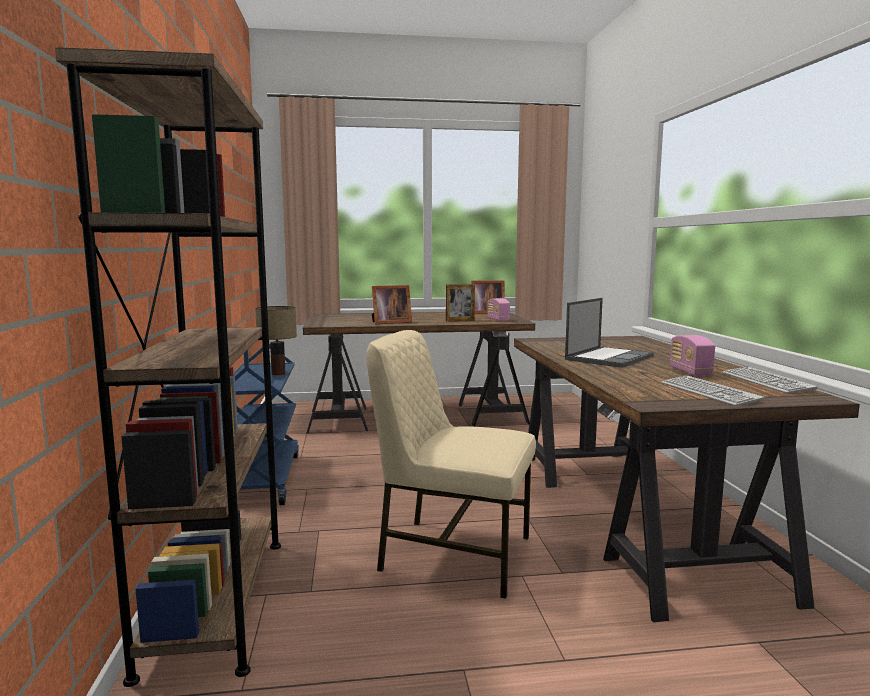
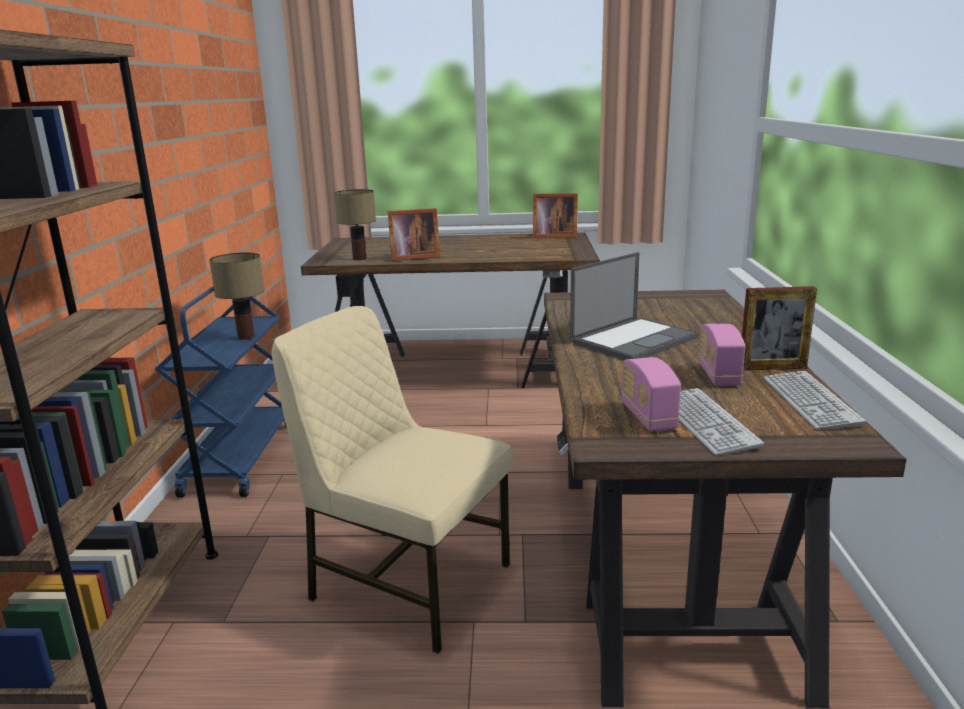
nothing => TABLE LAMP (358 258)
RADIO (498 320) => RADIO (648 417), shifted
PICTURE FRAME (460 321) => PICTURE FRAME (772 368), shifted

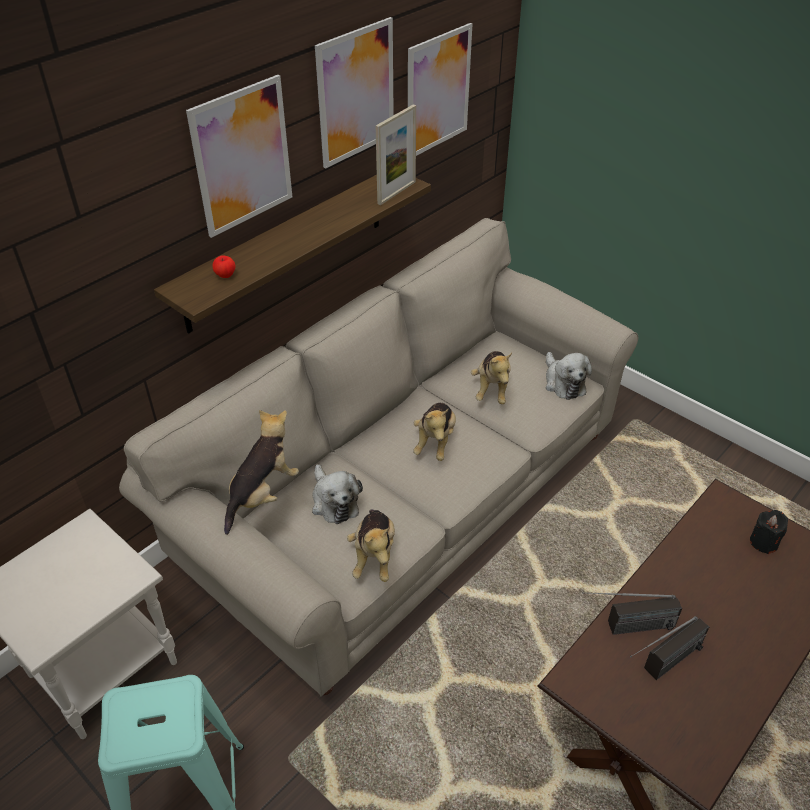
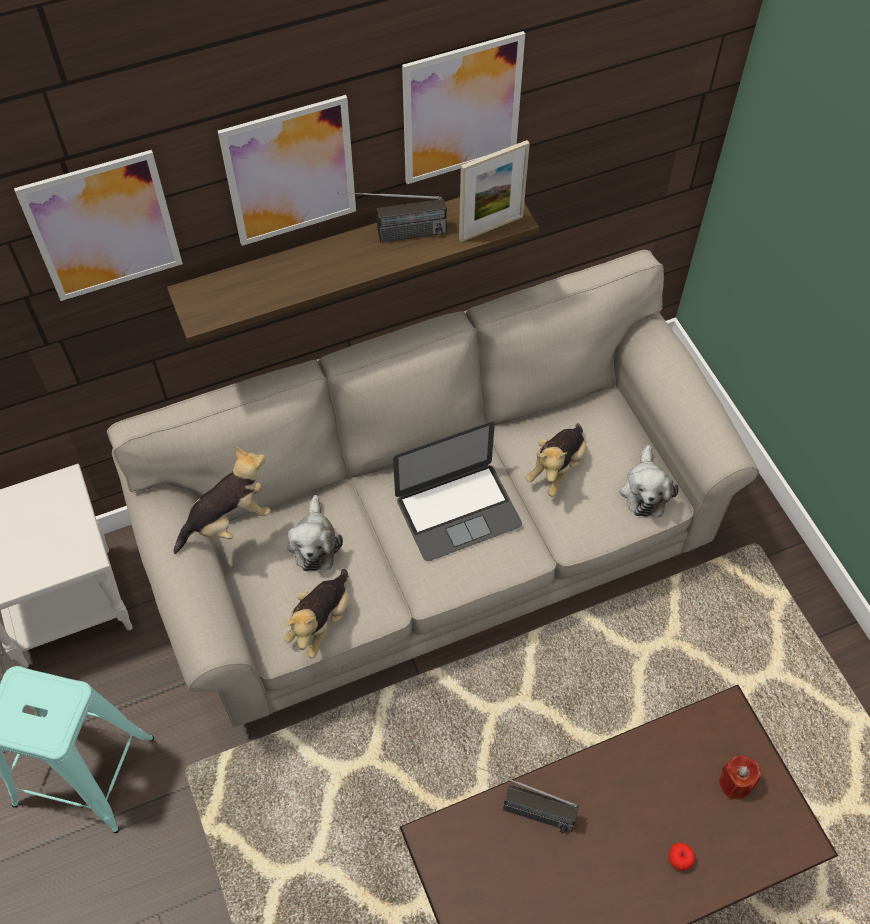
PICTURE (438 91) => PICTURE (103 227), shifted
RADIO (662 667) => RADIO (394 235), shifted
PLUSH TOY (435 442) => LAPTOP (458 511)
APPLE (225 275) => APPLE (679 859), shifted
BLACK CANDLE (763 542) => RED CANDLE (735 783)

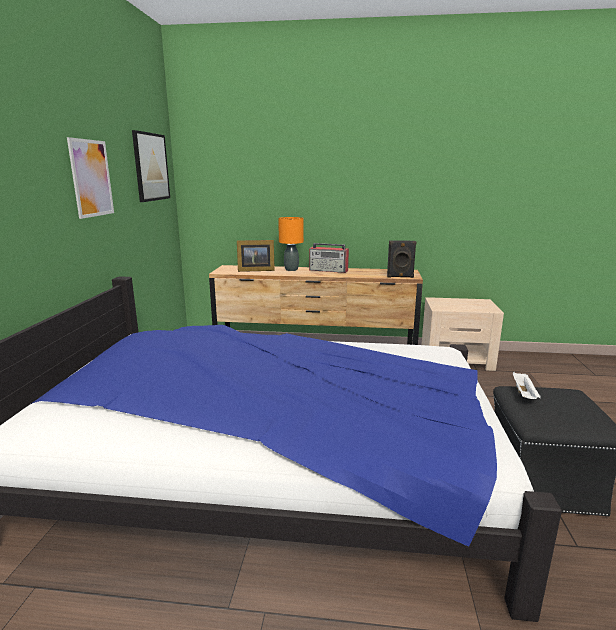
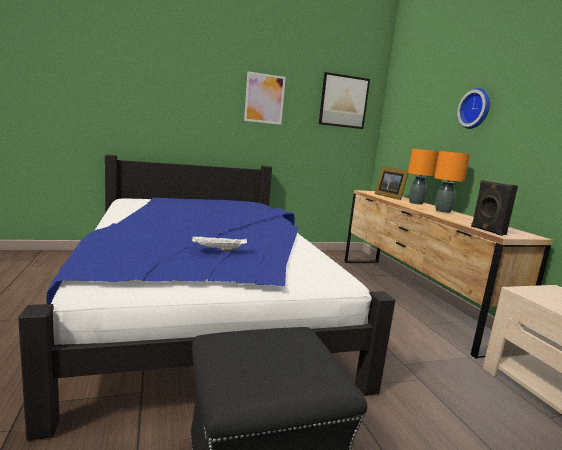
WHITE TRAY (524 394) => WHITE TRAY (218 250), shifted
RADIO (329 270) => ORANGE TABLE LAMP (443 211)
nothing => WALL CLOCK (476 109)

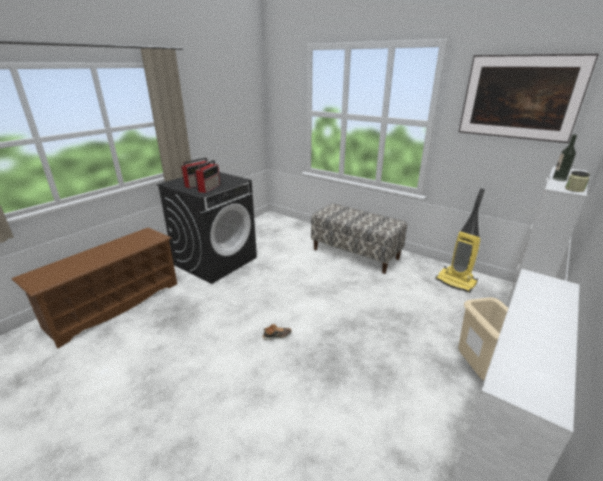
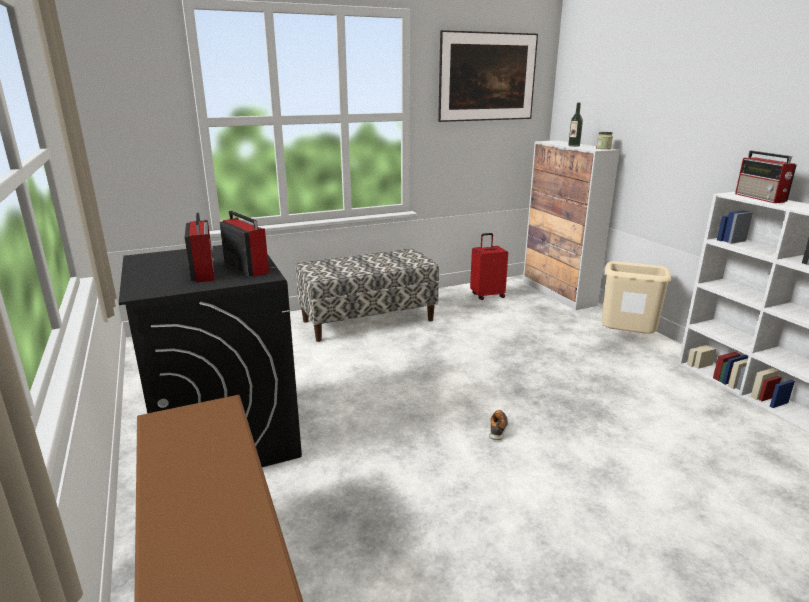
VACUUM CLEANER (456 282) => RED SUITCASE (487 295)
nothing => RADIO (761 198)

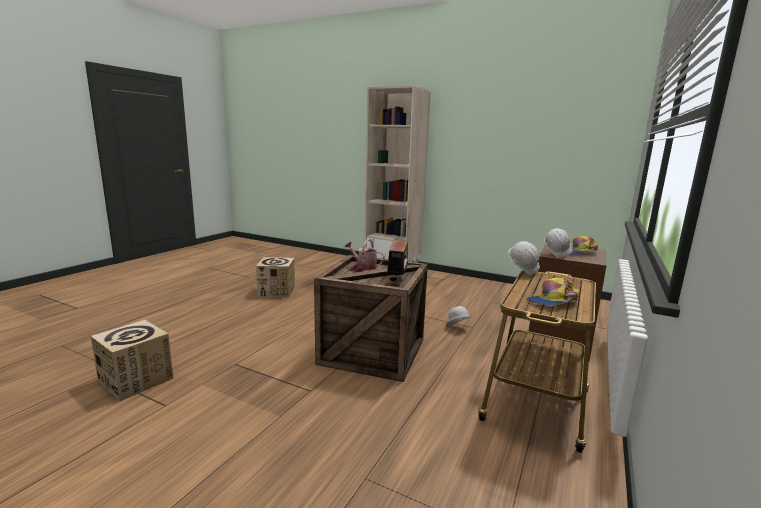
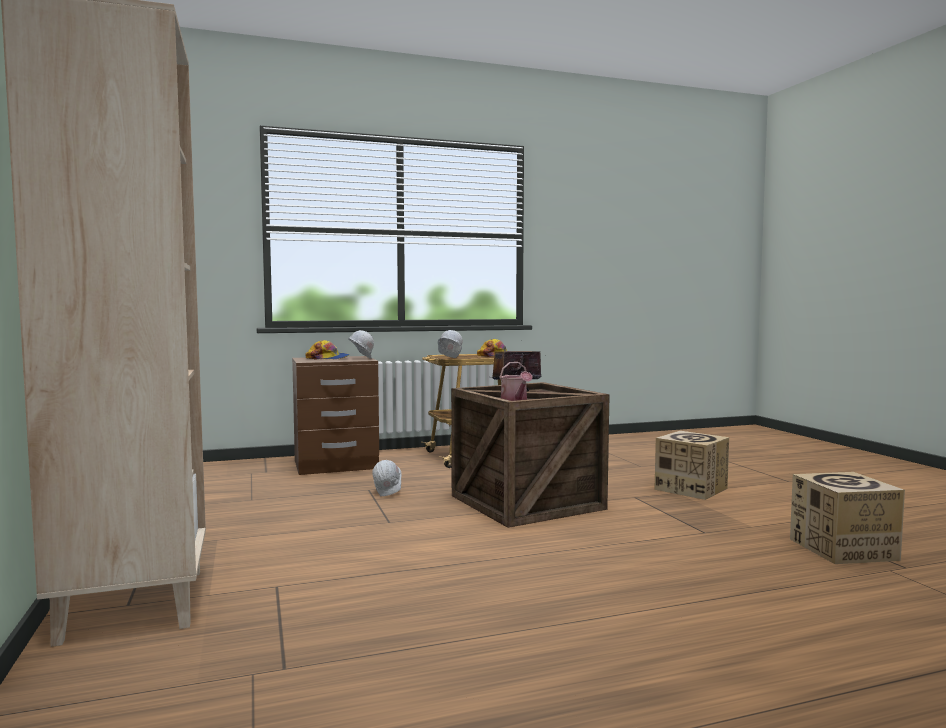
CARDBOARD BOX (276 291) => CARDBOARD BOX (691 489), shifted

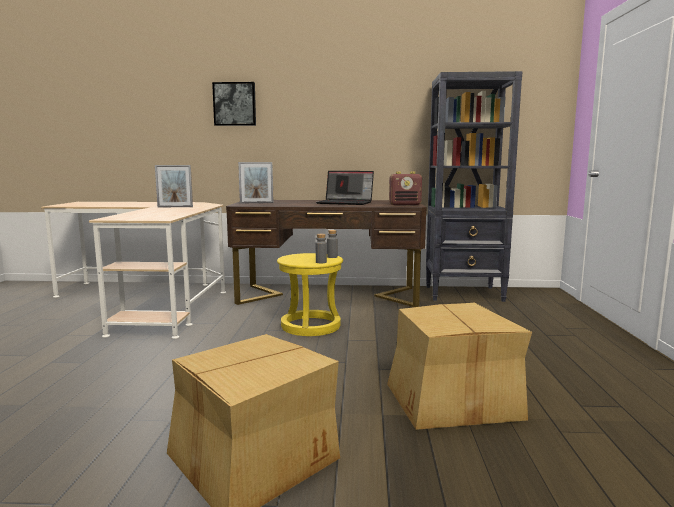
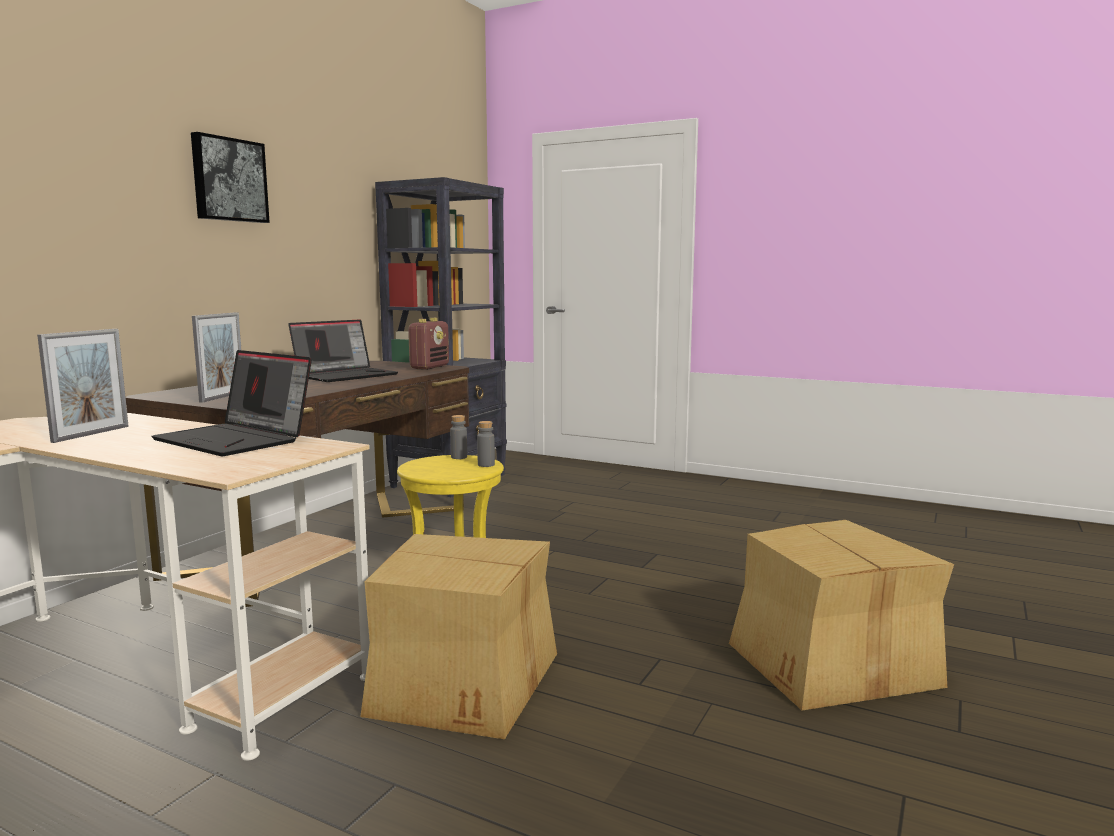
nothing => LAPTOP (237 440)
PICTURE (235 104) => PICTURE (228 180), shifted
CARDBOARD BOX (451 400) => CARDBOARD BOX (463 683), shifted

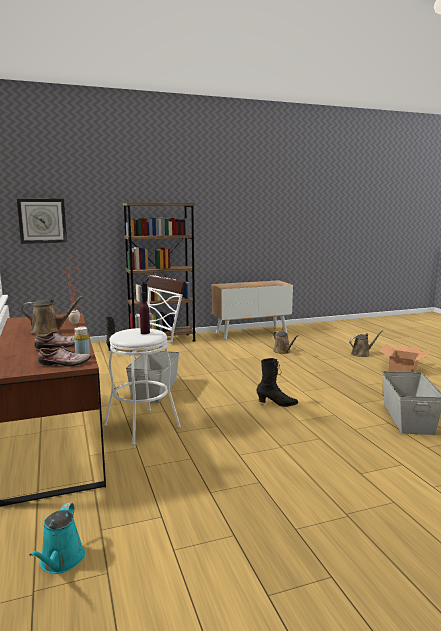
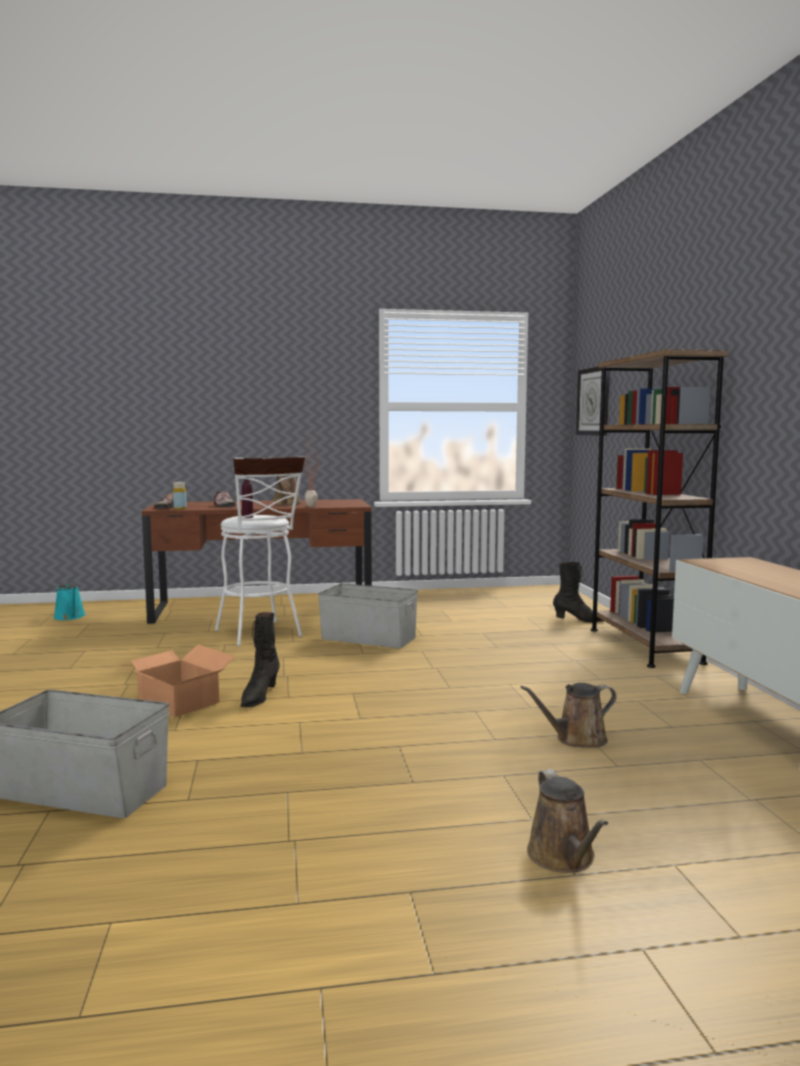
TURQUOISE WATERING CAN (60 561) => TURQUOISE WATERING CAN (70 617), 135 degrees counterclockwise
CARDBOARD BOX (403 369) => CARDBOARD BOX (178 702), shifted

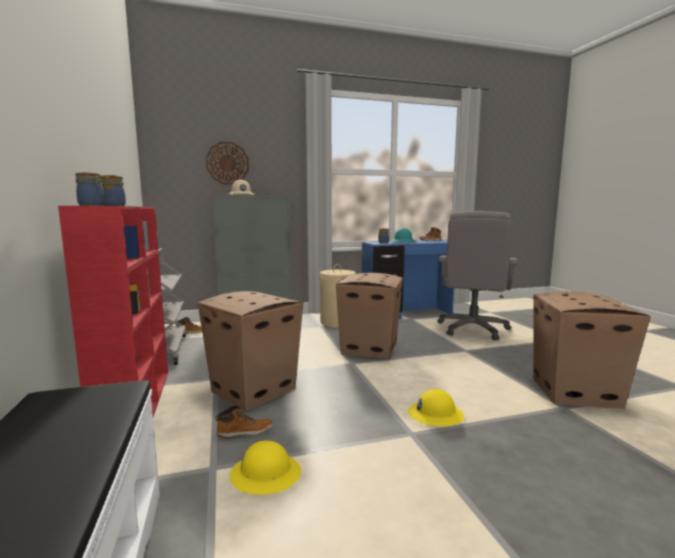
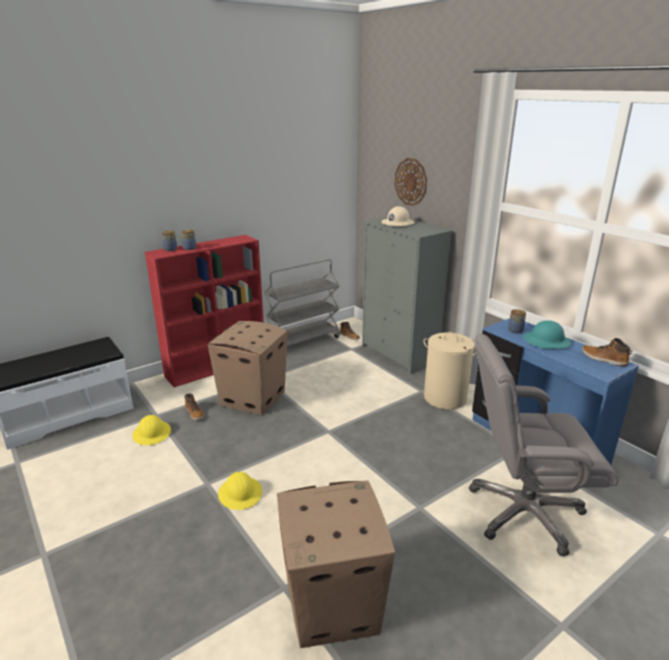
CARDBOARD BOX (369 349) => nothing

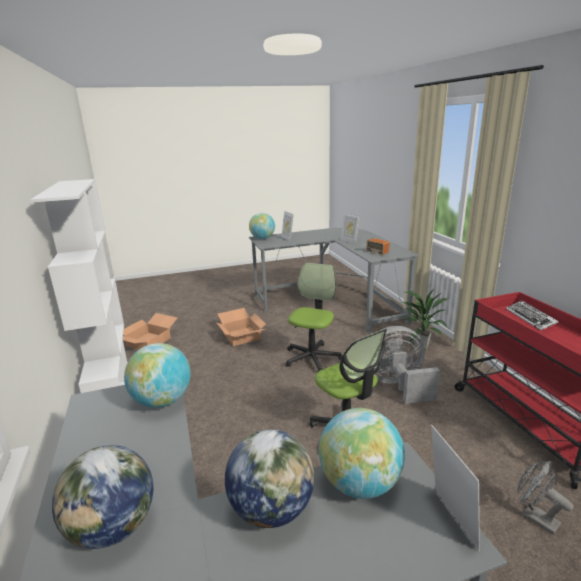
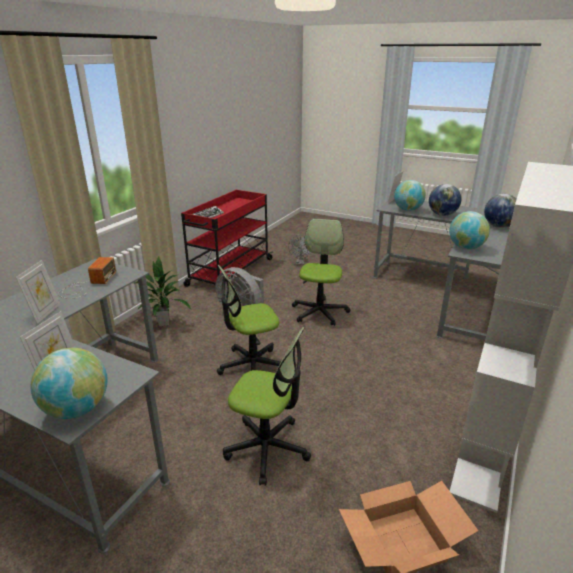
CARDBOARD BOX (241 336) => OFFICE CHAIR (267 448)

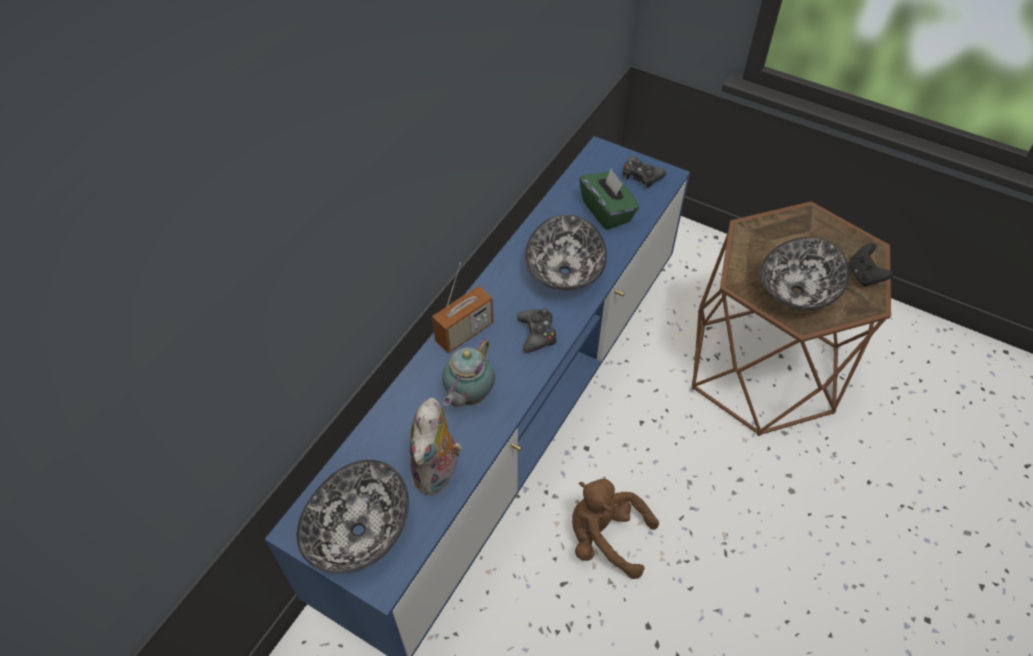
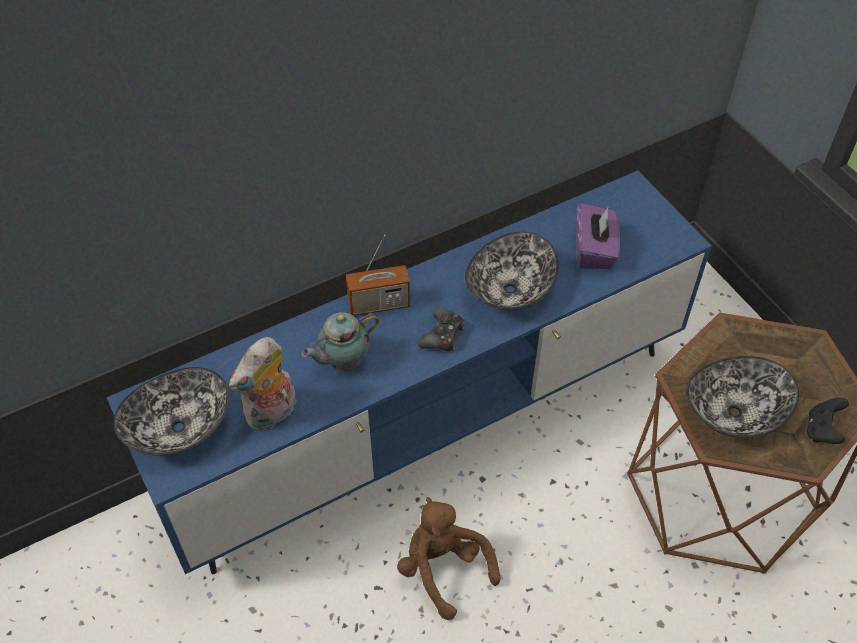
GREEN TISSUE BOX (607 211) => PURPLE TISSUE BOX (594 250)
BLACK GAME CONTROLLER (641 176) => nothing

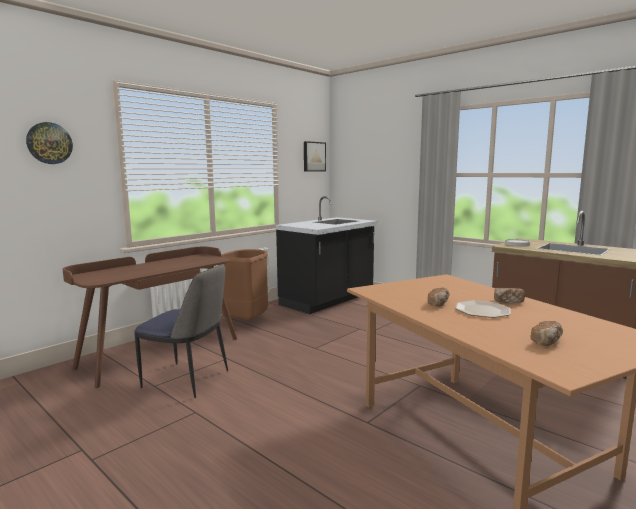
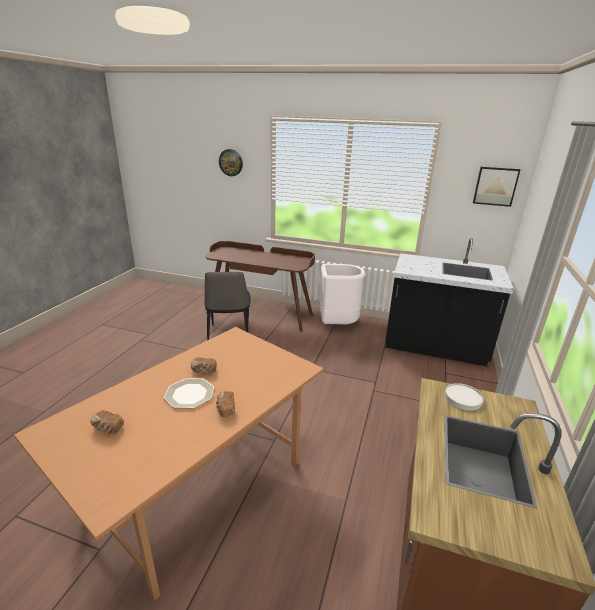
BROWN TRASH CAN (246 321) => WHITE TRASH CAN (337 325)

